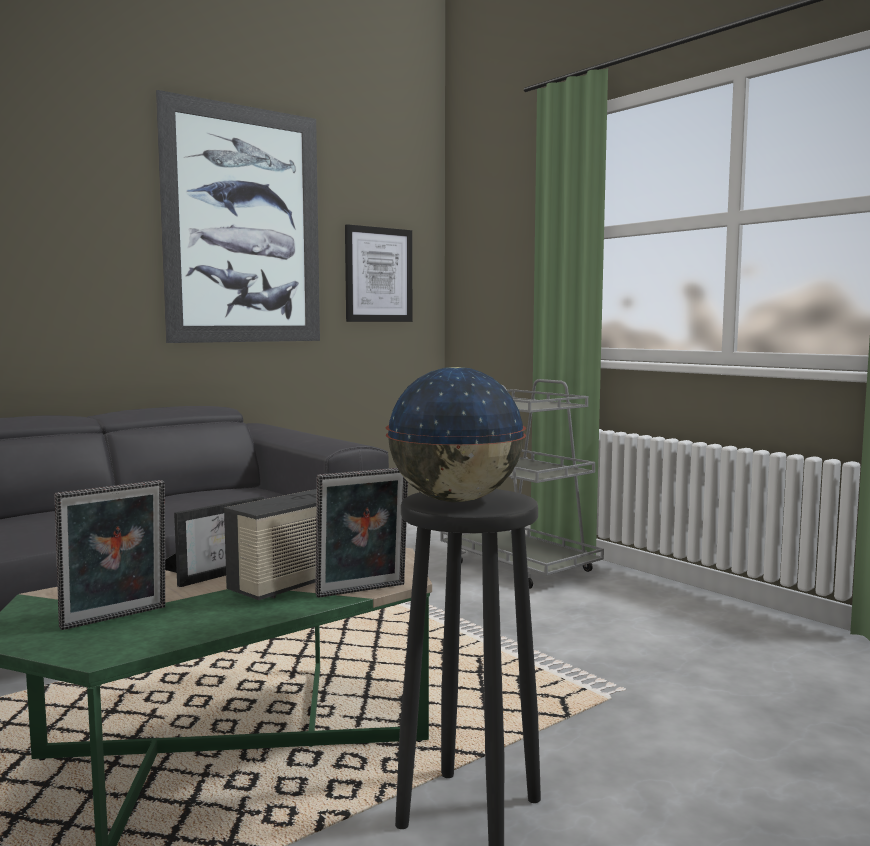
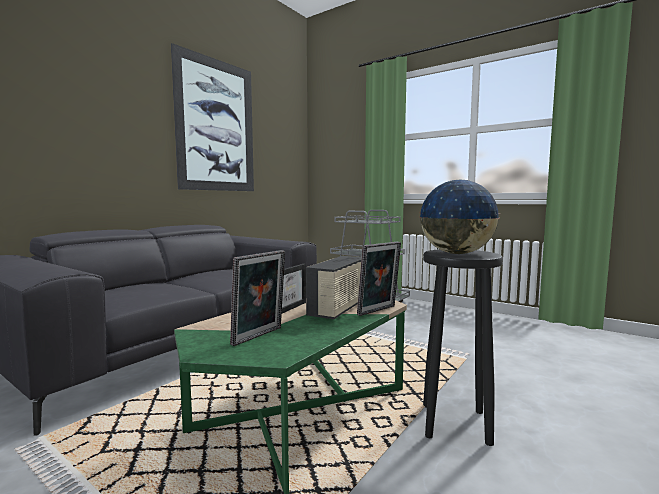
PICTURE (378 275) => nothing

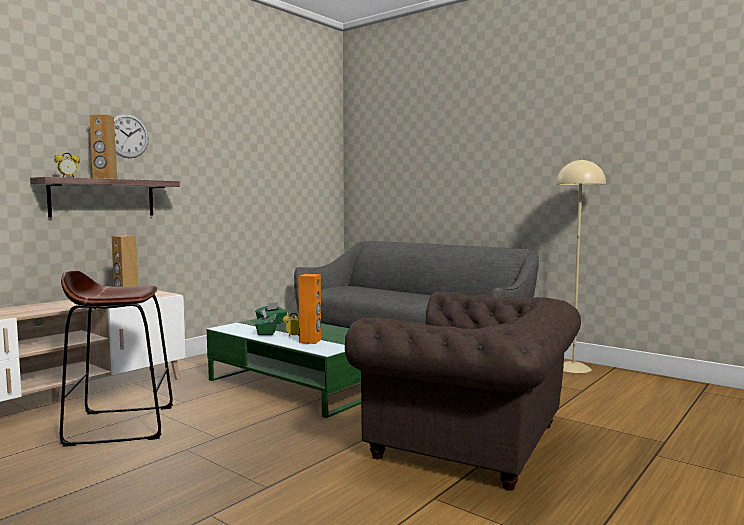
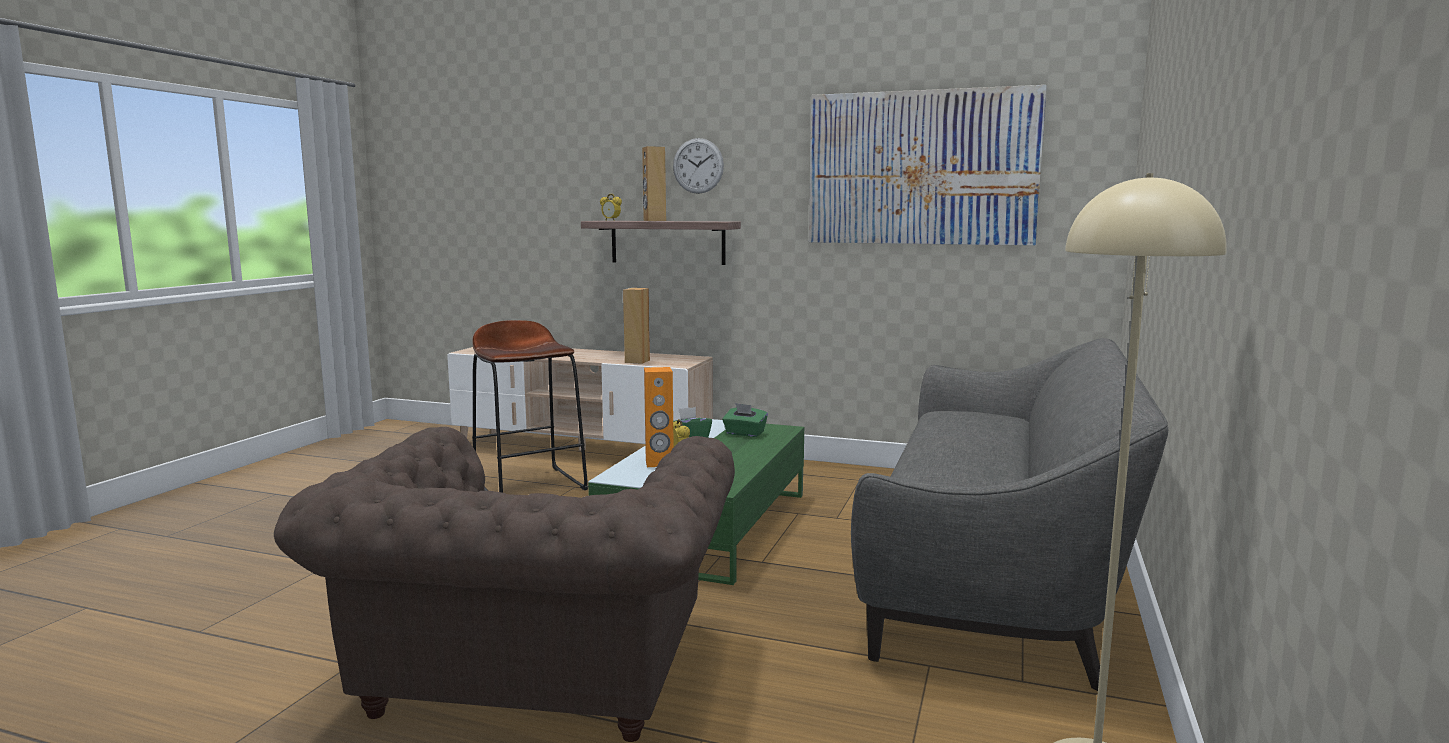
nothing => PICTURE (921 168)

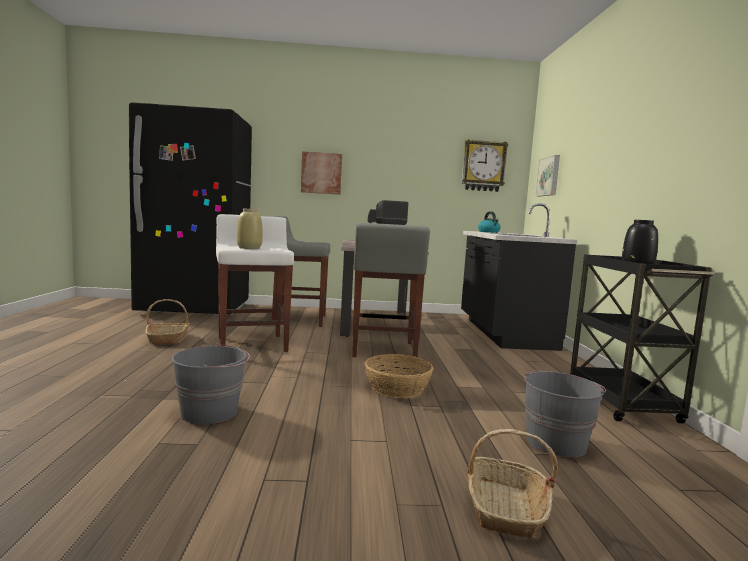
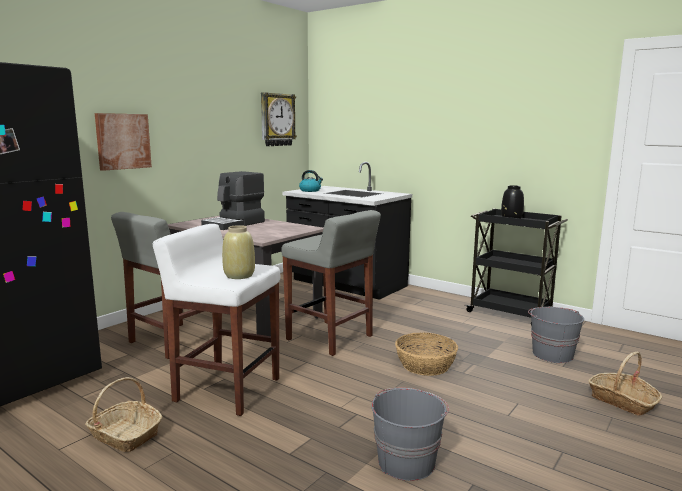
PICTURE (549 176) => nothing

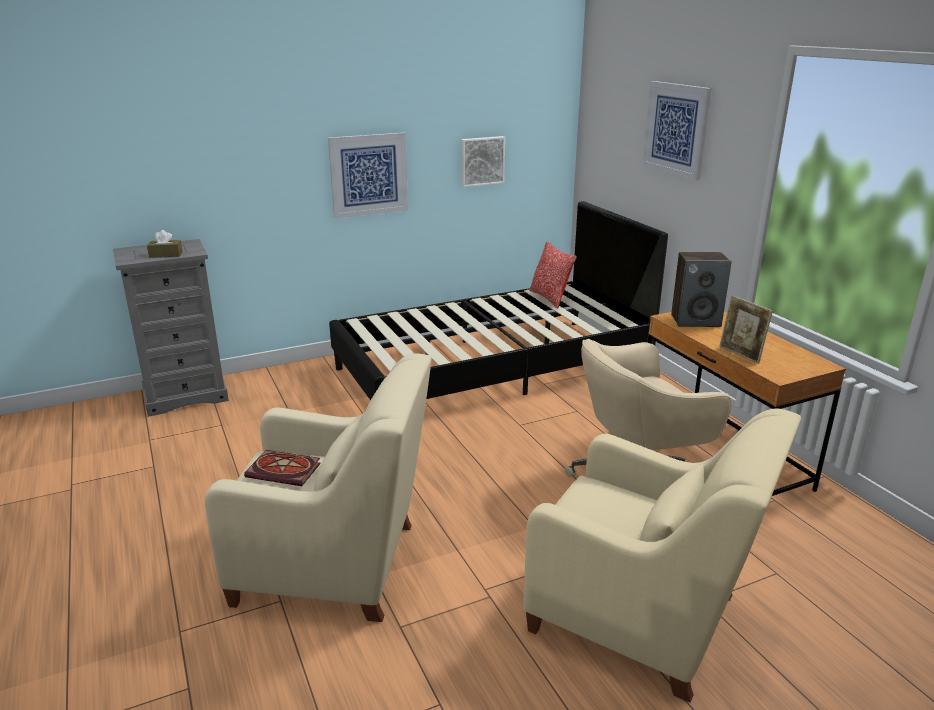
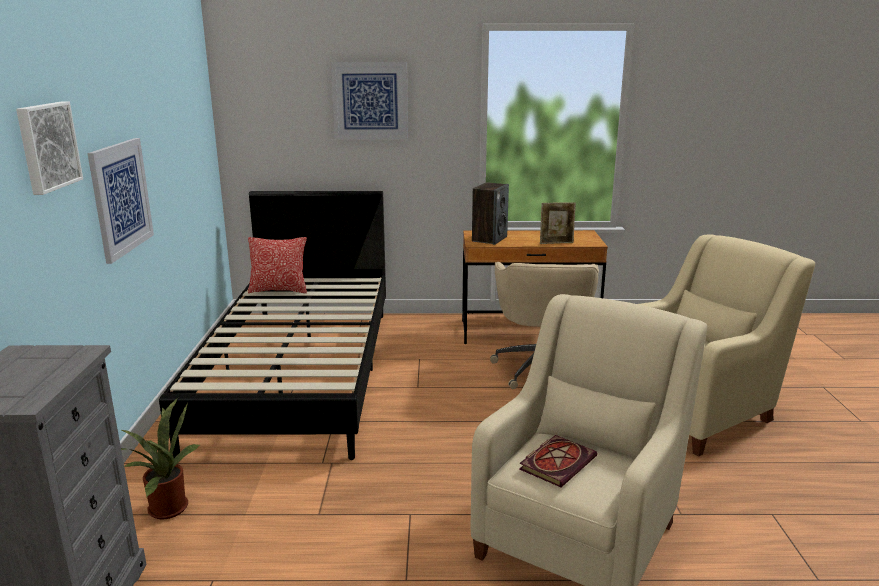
PICTURE (481 161) => PICTURE (47 146), shifted
nothing => POTTED PLANT (165 507)
BROWN TISSUE BOX (166 255) => nothing

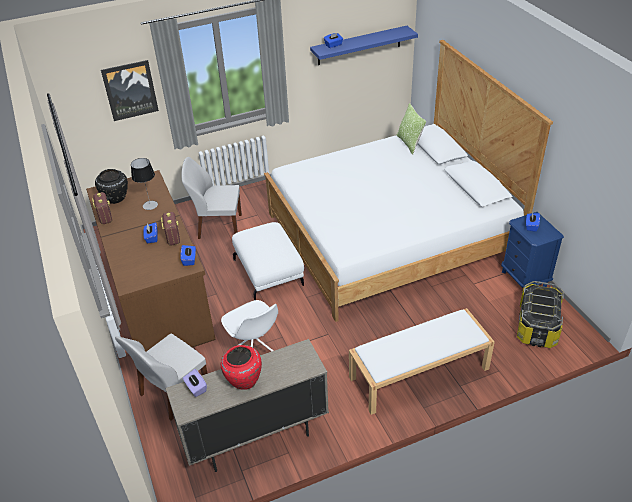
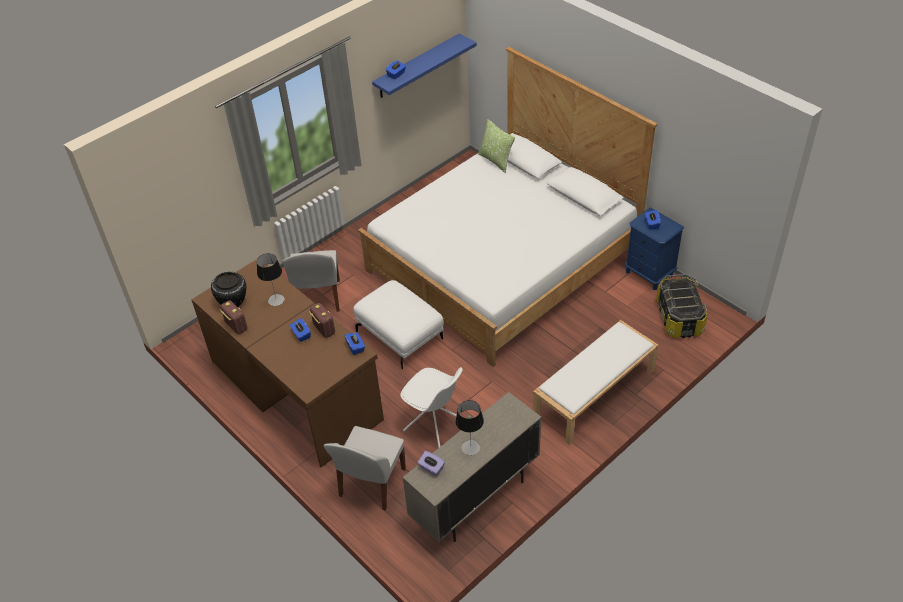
WHITE CHAIR (218 226) => WHITE CHAIR (318 298), 75 degrees counterclockwise
RED VASE (243 380) => TABLE LAMP (470 447)
PICTURE (130 90) => nothing

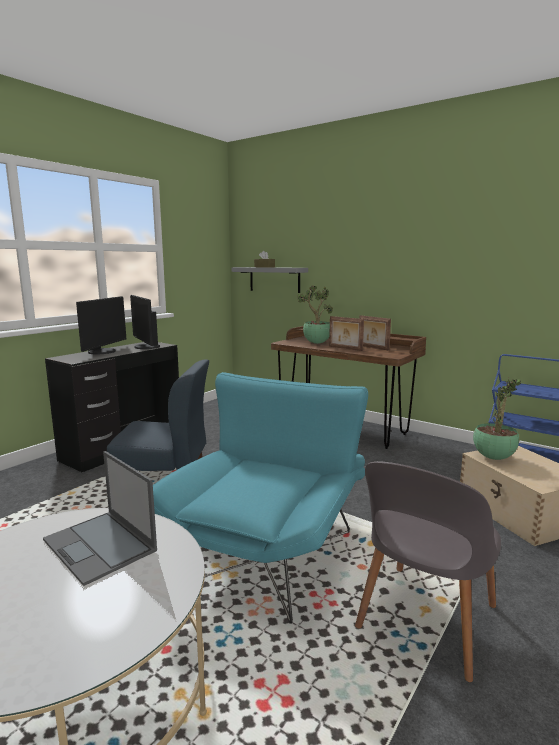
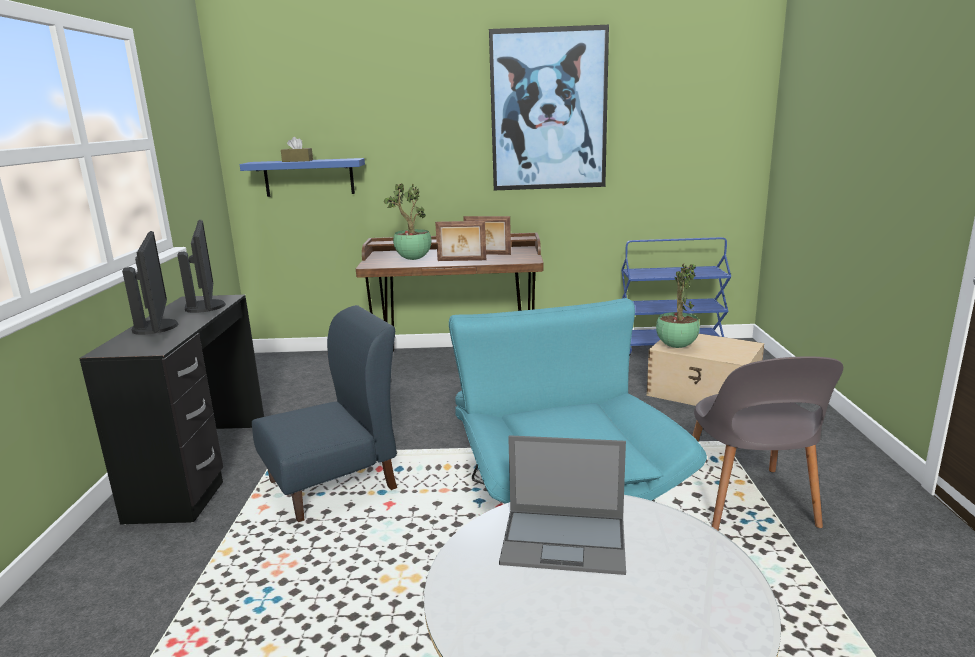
MONITOR (145 347) => MONITOR (207 306), 135 degrees counterclockwise
GREY SHELF (274 279) => BLUE SHELF (309 177)
nothing => PICTURE (548 110)

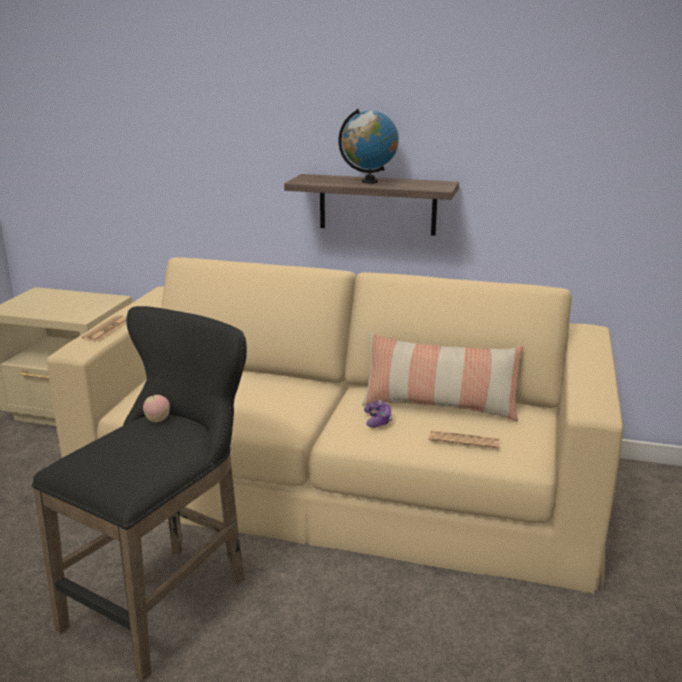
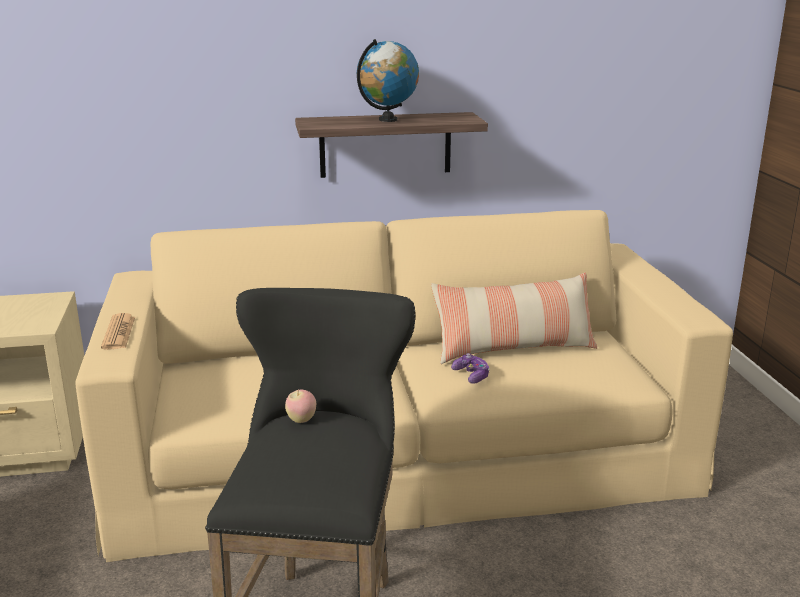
NEWSPAPER (464 440) => nothing

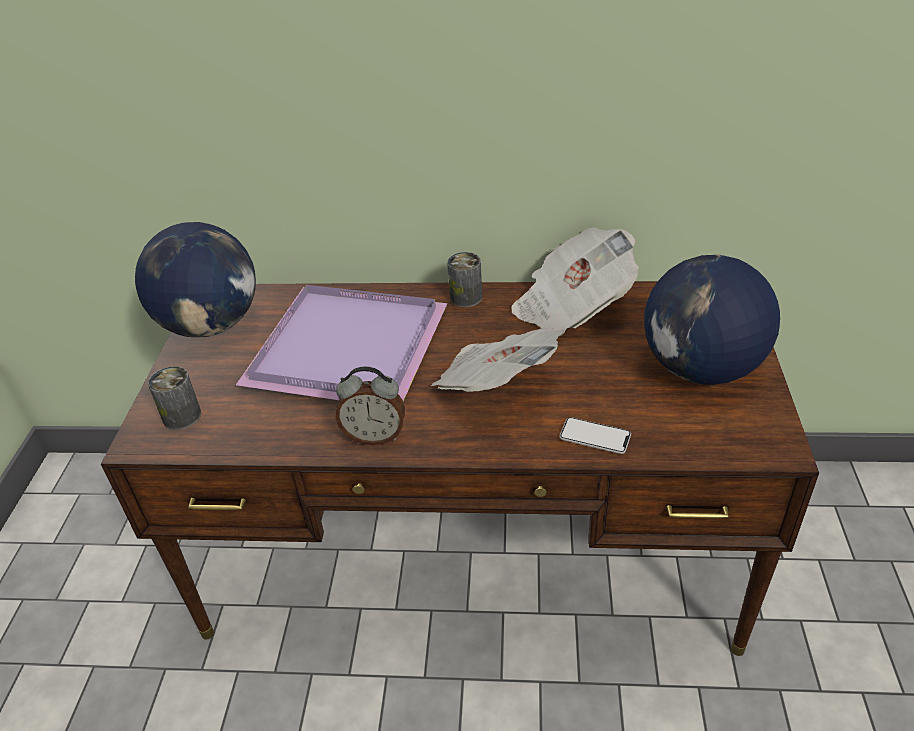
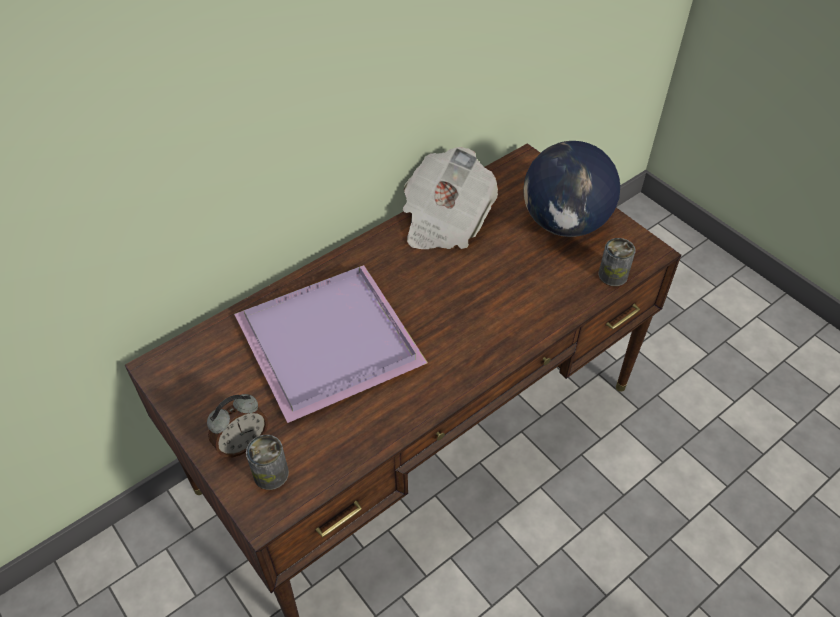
ALARM CLOCK (375 436) => ALARM CLOCK (242 443), shifted
CAN (466 297) => CAN (613 275), shifted
GLOBE (211 325) => nothing
NEWSPAPER (496 385) => nothing
PHONE (595 436) => nothing

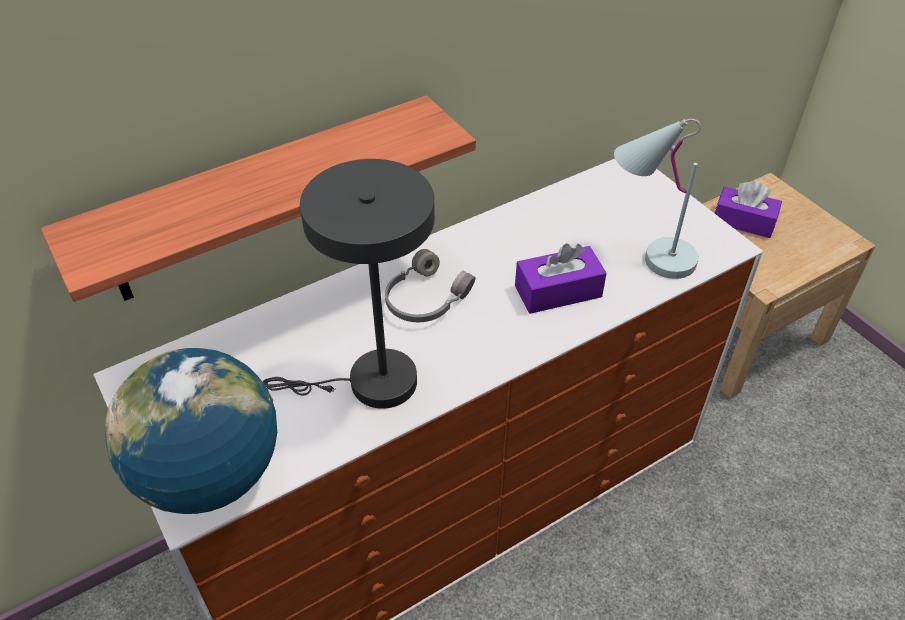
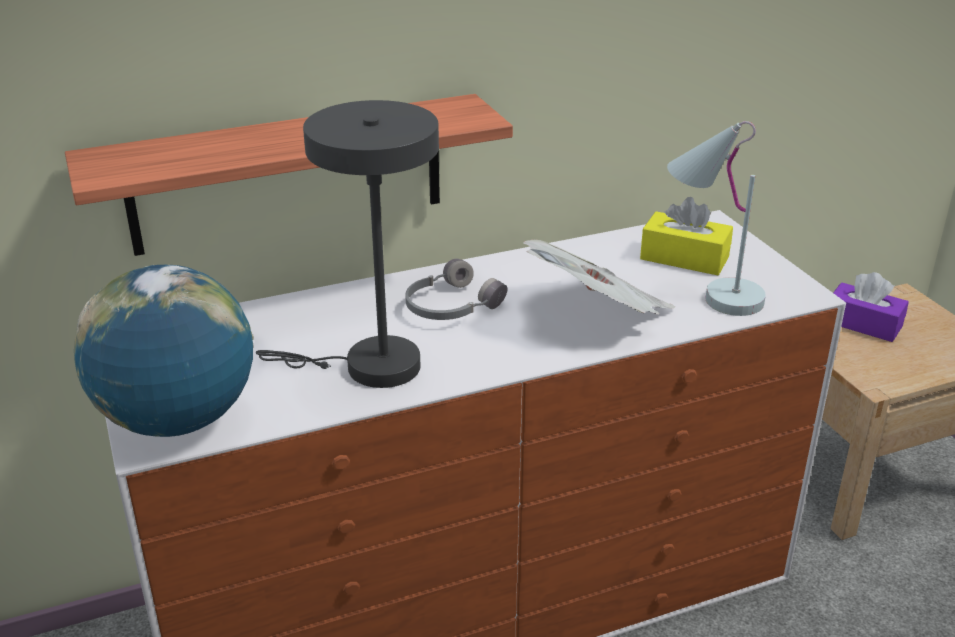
PURPLE TISSUE BOX (558 291) => NEWSPAPER (598 314)
nothing => YELLOW TISSUE BOX (684 258)

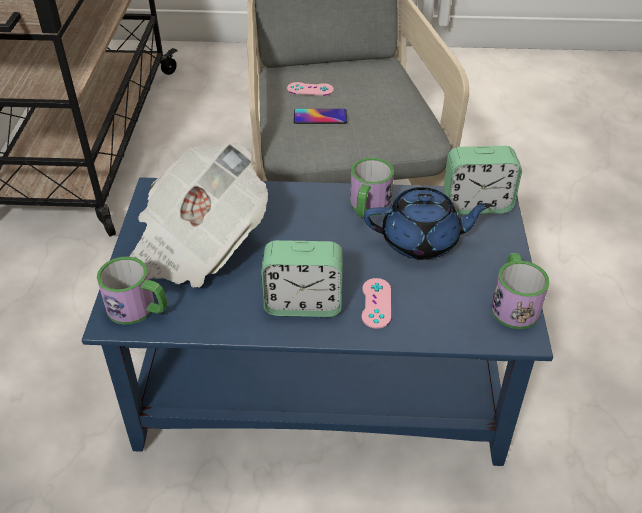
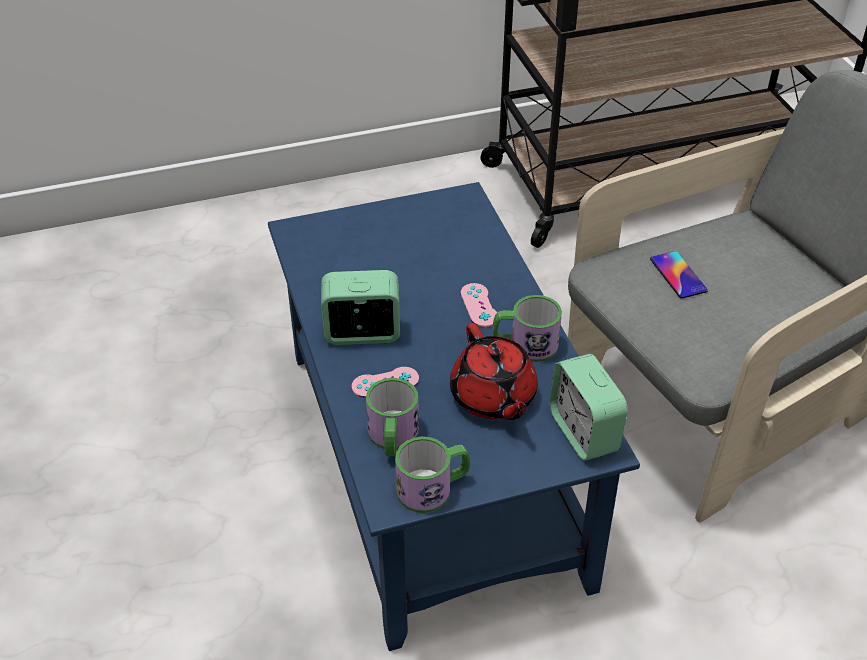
ALARM CLOCK (303 303) => ALARM CLOCK (362 333), 105 degrees clockwise
MUG (138 309) => MUG (392 438), shifted
BLUE TEAPOT (421 241) => RED TEAPOT (493 398)
PINK GAME CONTROLLER (310 89) => PINK GAME CONTROLLER (479 305), shifted
NEWSPAPER (197 244) => nothing

